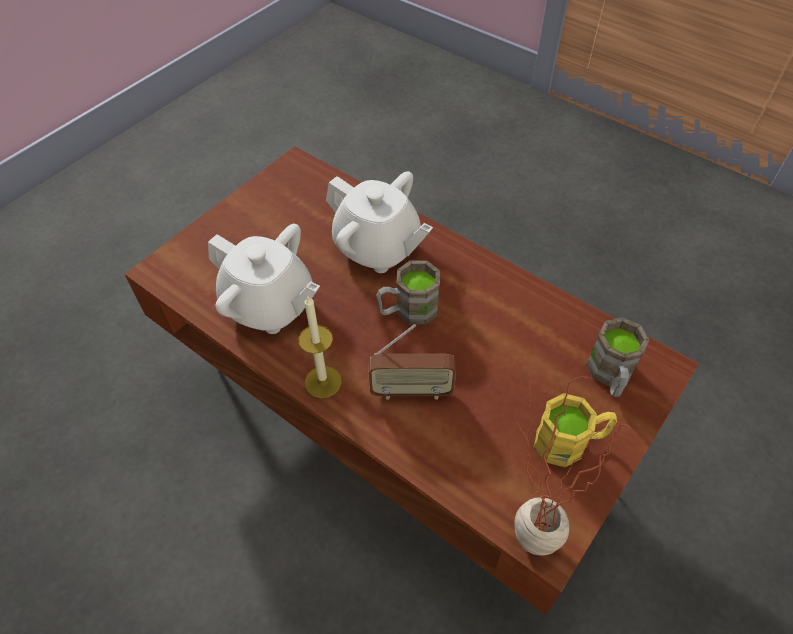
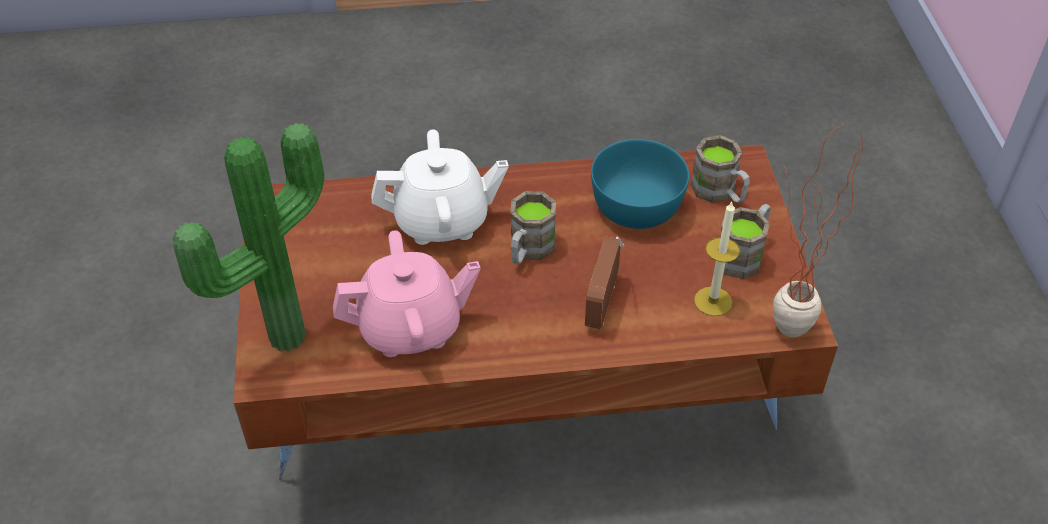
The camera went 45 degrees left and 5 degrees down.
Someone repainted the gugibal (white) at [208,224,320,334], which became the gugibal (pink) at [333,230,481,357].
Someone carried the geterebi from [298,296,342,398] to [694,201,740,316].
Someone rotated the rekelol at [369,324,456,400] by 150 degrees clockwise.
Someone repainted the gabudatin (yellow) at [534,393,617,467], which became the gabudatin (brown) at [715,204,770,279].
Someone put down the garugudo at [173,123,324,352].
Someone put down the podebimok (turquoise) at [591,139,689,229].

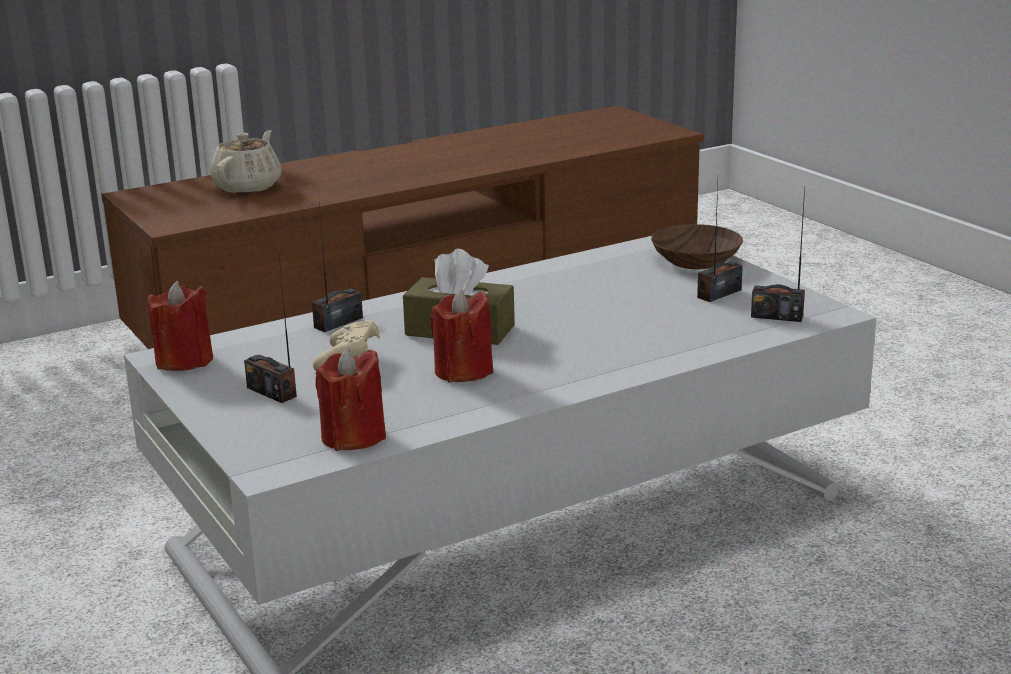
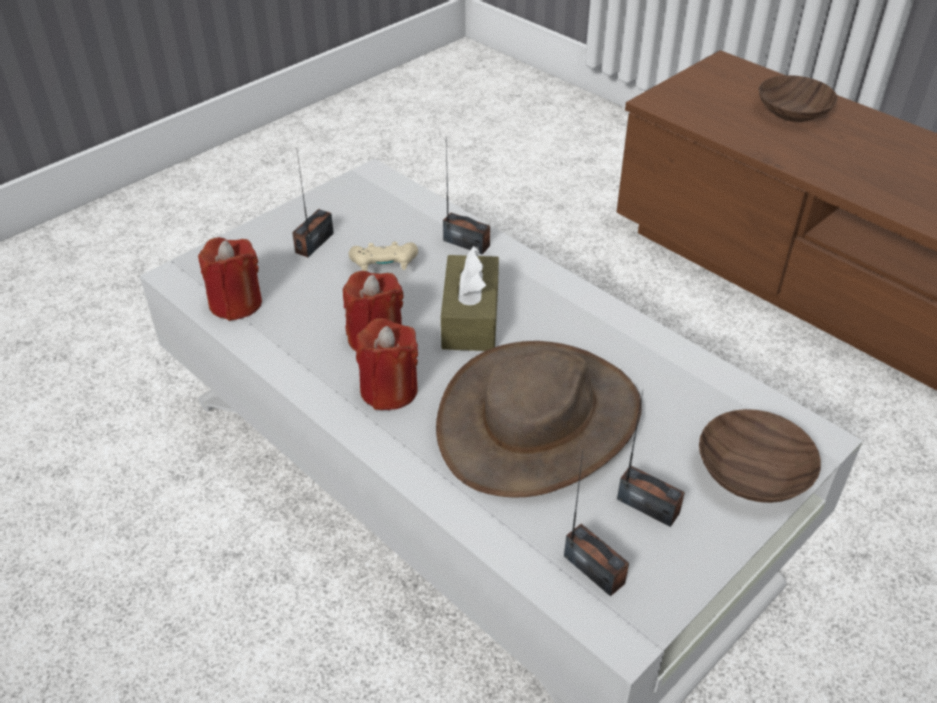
The camera went 75 degrees right and 20 degrees up.
Someone swapped the gugibal (beige) at [210,130,282,193] for the podebimok (brown) at [759,75,838,122].
Someone rotated the rekelol at [751,188,805,322] by 135 degrees clockwise.
Someone carried the geterebi (red) from [148,281,213,371] to [356,318,418,410].
Someone put down the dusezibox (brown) at [436,341,642,498].

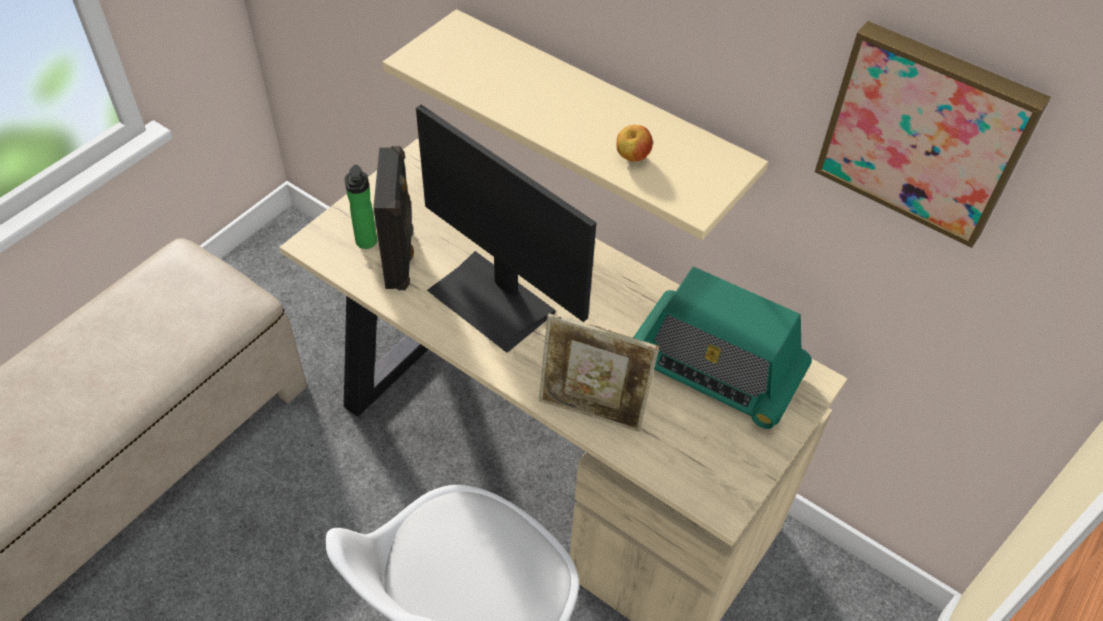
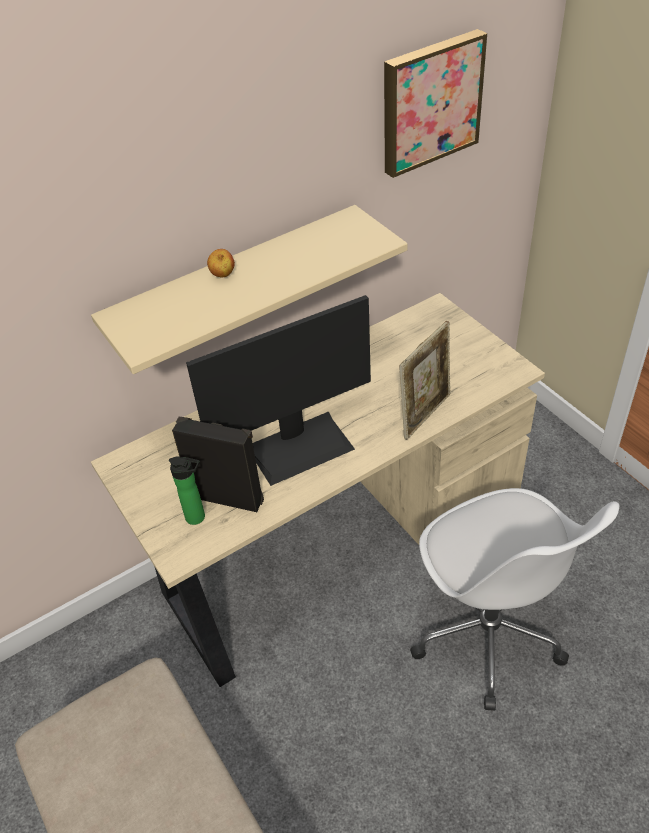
The camera went 65 degrees left and 5 degrees down.
Someone carried the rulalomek from [617,125,653,162] to [207,249,235,277].
Someone took away the rekelol at [633,267,812,429].

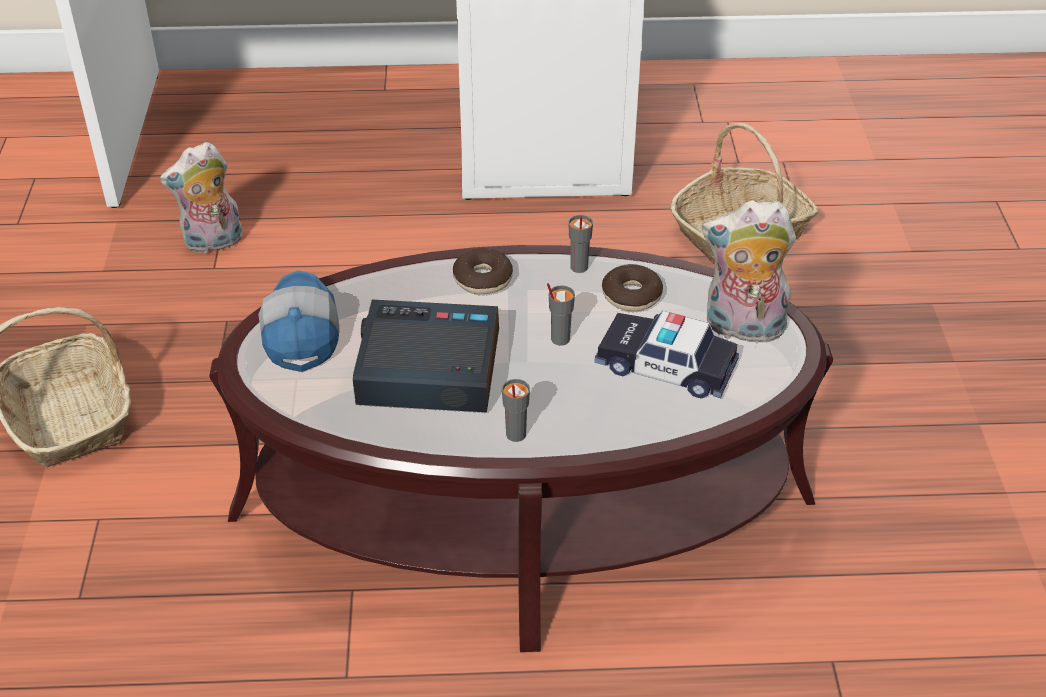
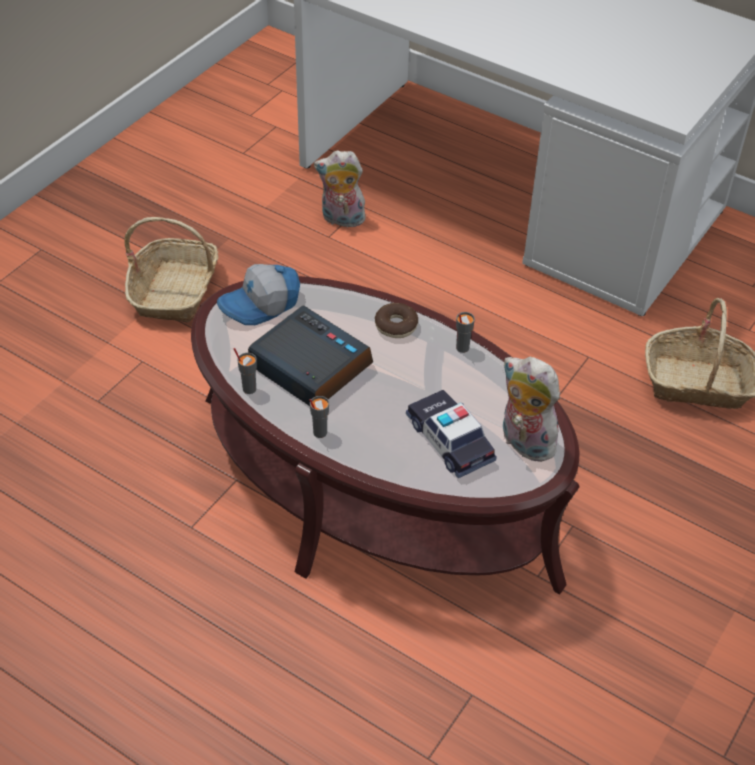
The camera went 35 degrees right and 5 degrees up.
Someone took away the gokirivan at [602,264,663,312].
Someone rotated the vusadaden at [258,270,339,372] by 150 degrees counterclockwise.
Someone carried the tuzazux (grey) from [547,283,575,346] to [234,348,257,394].

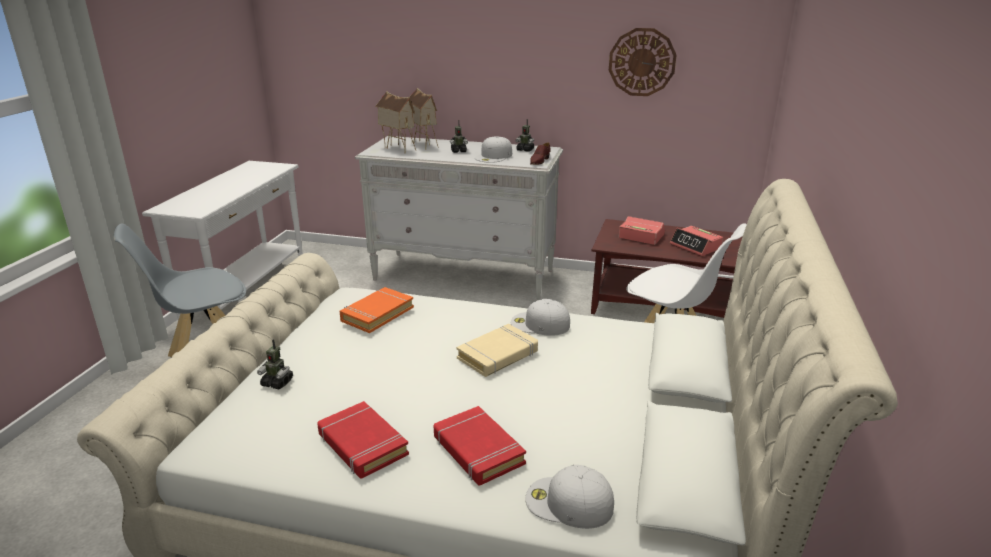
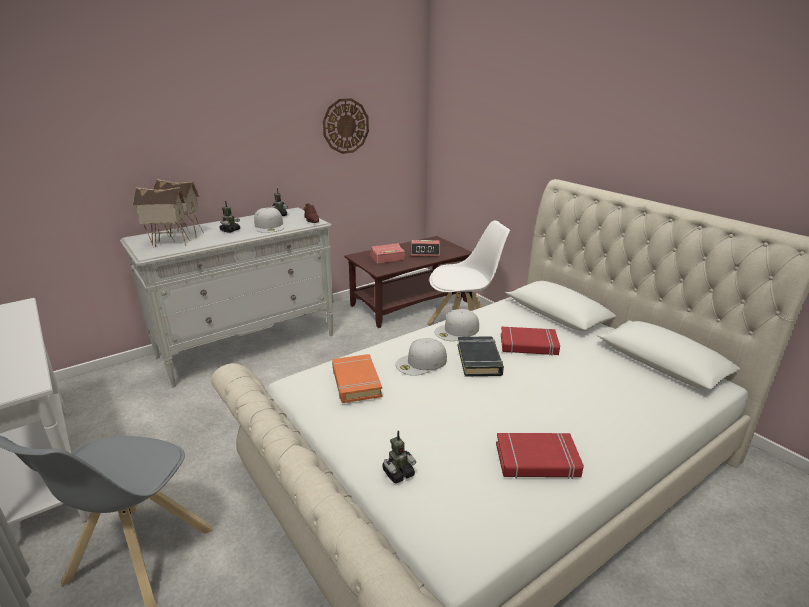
The camera went 50 degrees left and 0 degrees up.
Someone repainted the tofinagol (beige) at [456,324,538,377], which became the tofinagol (black) at [458,336,504,377].
Someone carried the tofinagol (red) from [434,406,526,486] to [501,327,560,356].
Someone carried the vusadaden (white) from [525,465,614,529] to [395,338,447,376].

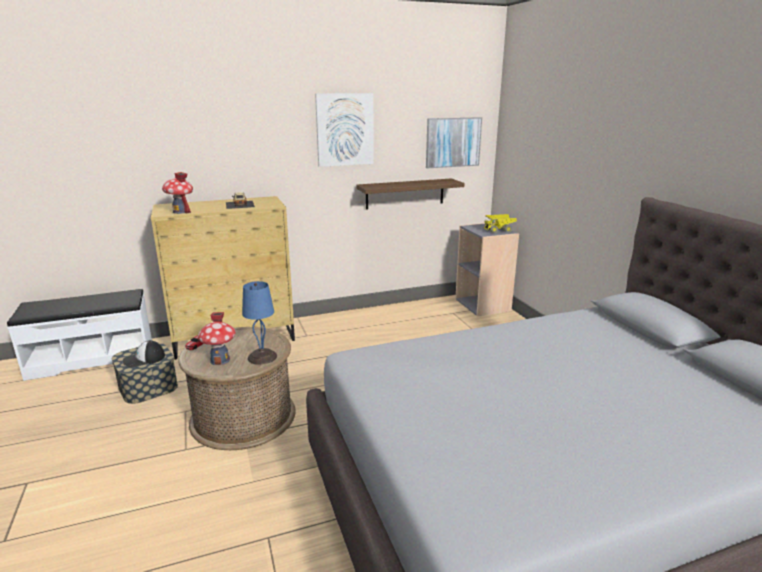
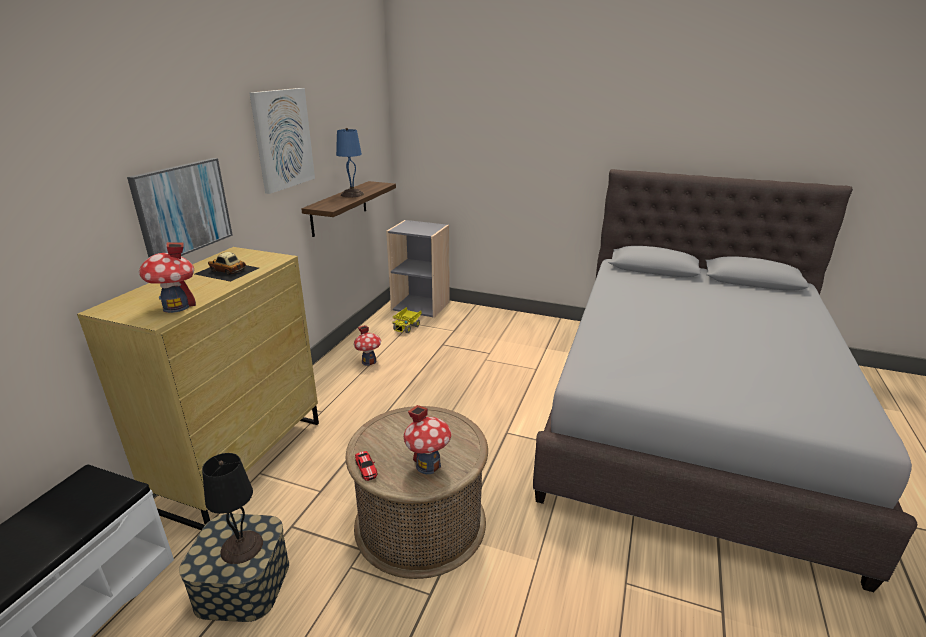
The camera went 50 degrees left and 5 degrees up.
Someone carried the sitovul from [426,117,482,168] to [127,158,233,257].
Someone carried the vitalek from [483,214,517,233] to [392,307,422,333].
Someone carried the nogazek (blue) from [242,281,277,365] to [336,128,364,197].
Someone swapped the vusadaden at [123,340,165,368] for the nogazek (black) at [202,453,263,564].
Someone put down the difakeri at [354,325,381,366].

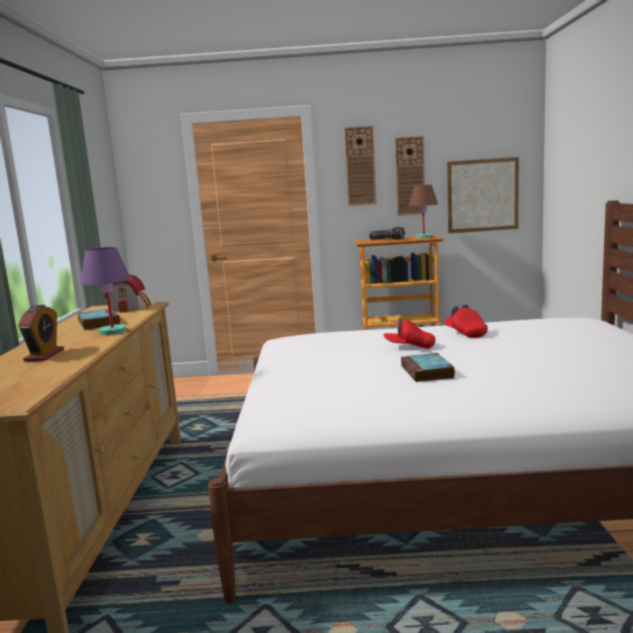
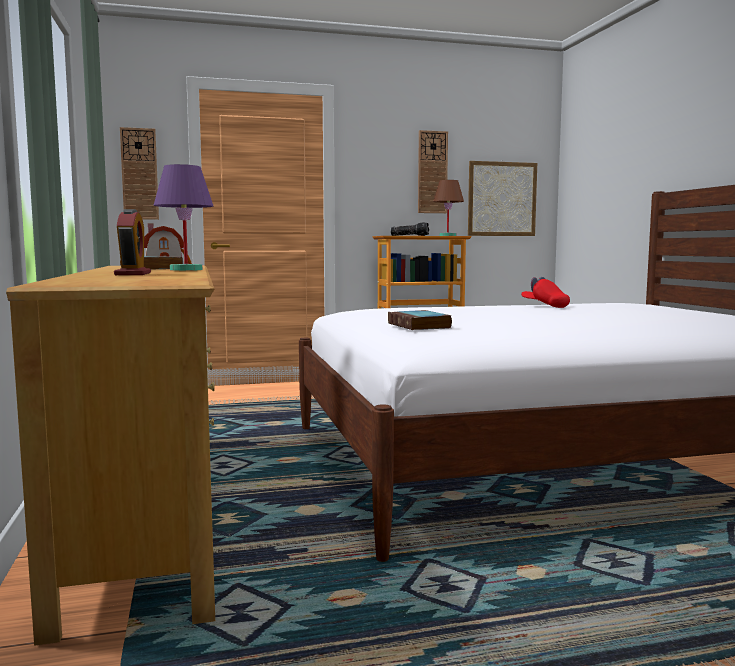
The camera went 15 degrees left and 5 degrees down.
Someone carried the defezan from [344,126,377,206] to [120,127,159,220].
Someone took away the vusadaden (red) at [384,317,435,349].
Someone carried the tofinagol from [401,353,455,382] to [388,310,452,330].

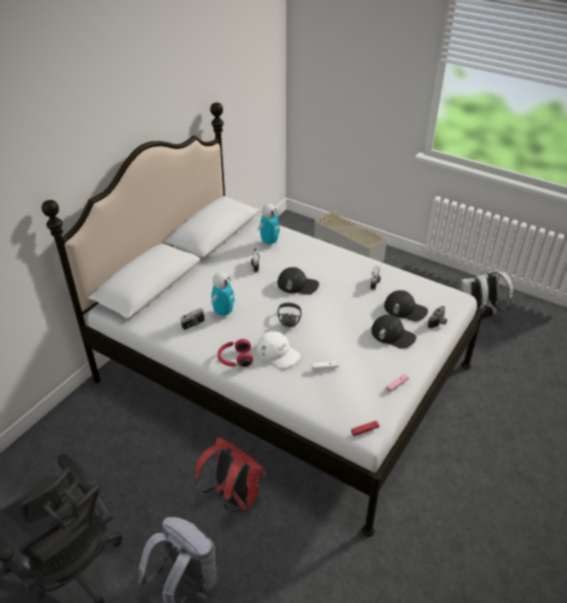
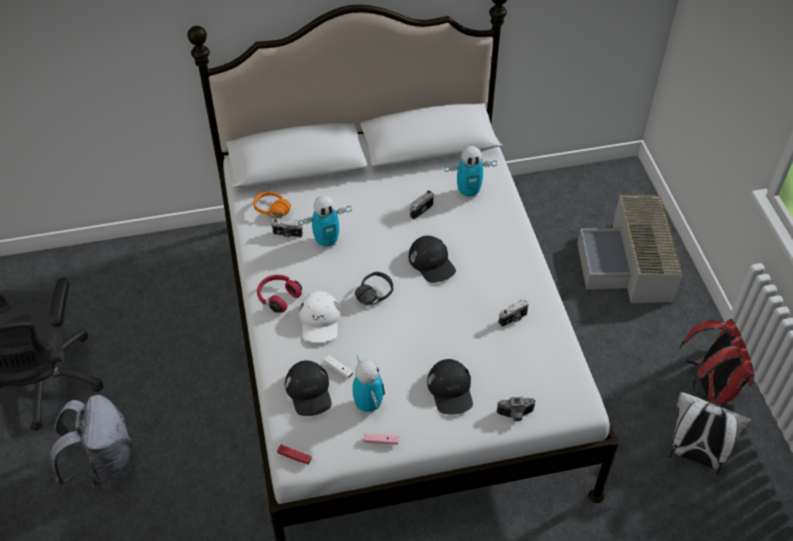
The camera went 45 degrees right and 10 degrees up.
Someone carried the vusadaden (black) from [384,290,428,322] to [285,360,332,416].
Someone carried the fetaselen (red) from [195,437,266,513] to [680,319,755,403].
Someone put down the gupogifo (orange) at [253,191,291,218].
Someone put down the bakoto at [352,356,385,414].

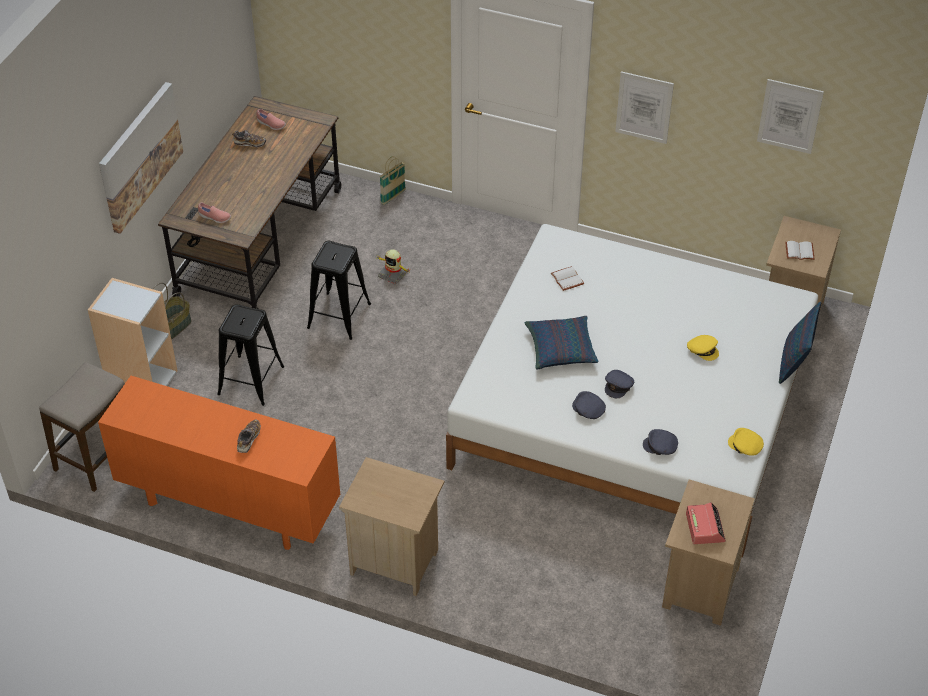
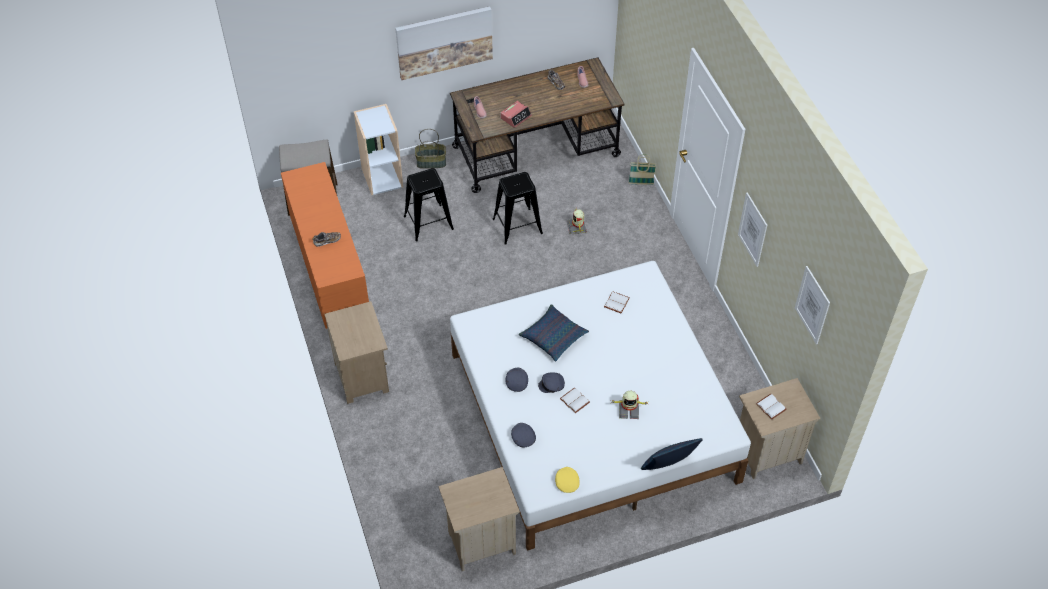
The camera went 50 degrees right and 5 degrees up.
Someone swapped the vusadaden (yellow) at [687,335,719,361] for the bakoto at [610,391,649,419].
Someone carried the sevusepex from [686,502,726,544] to [501,101,532,128].
Someone put down the tofinagol (white) at [560,387,590,413].

